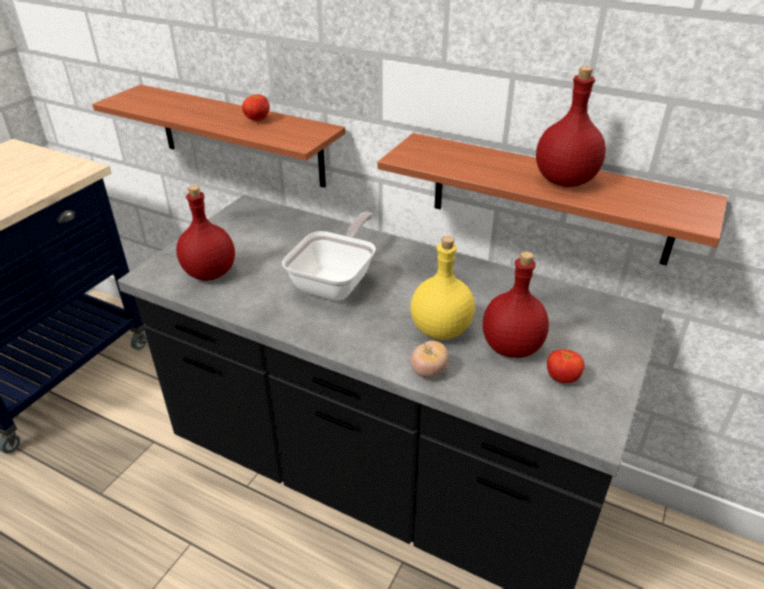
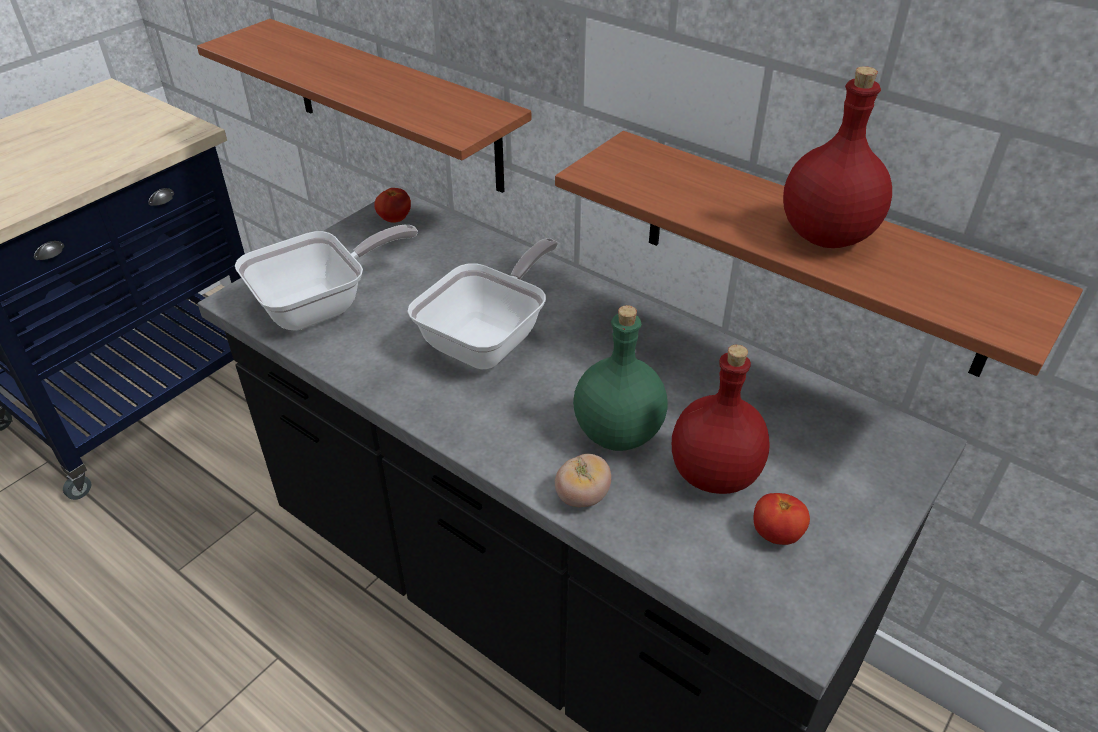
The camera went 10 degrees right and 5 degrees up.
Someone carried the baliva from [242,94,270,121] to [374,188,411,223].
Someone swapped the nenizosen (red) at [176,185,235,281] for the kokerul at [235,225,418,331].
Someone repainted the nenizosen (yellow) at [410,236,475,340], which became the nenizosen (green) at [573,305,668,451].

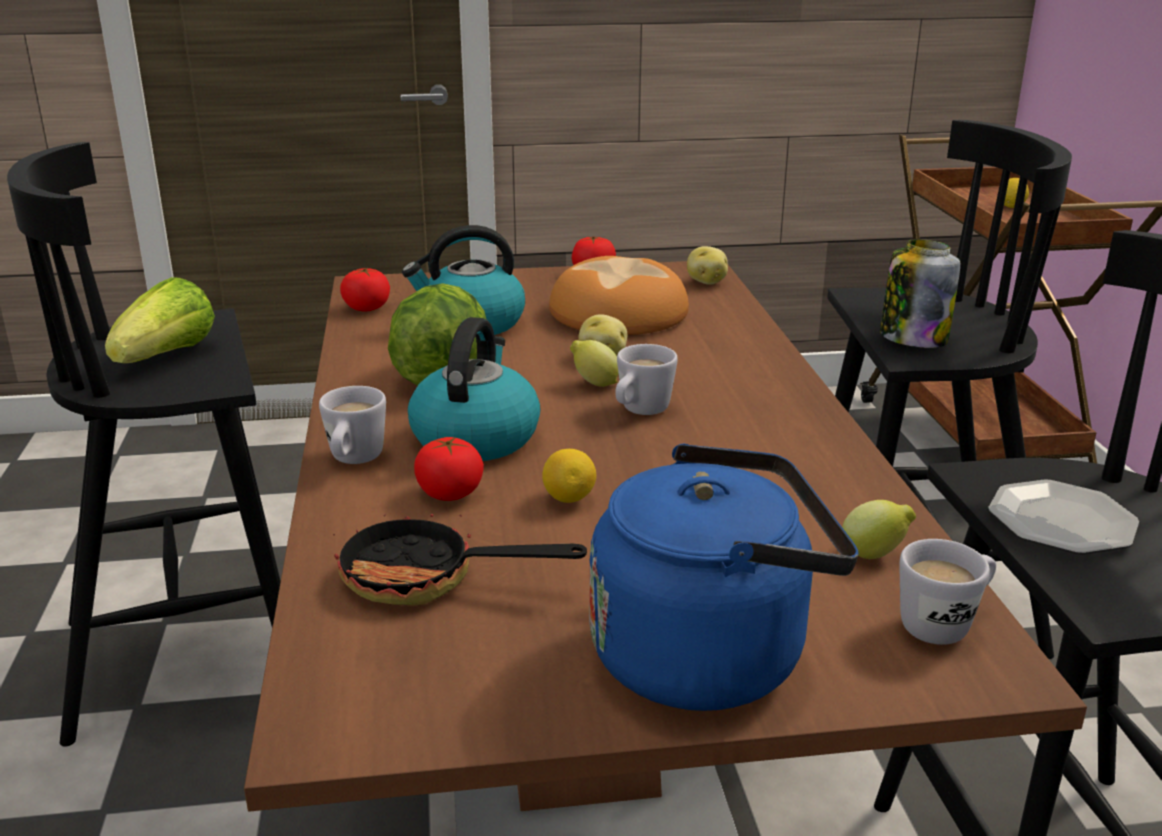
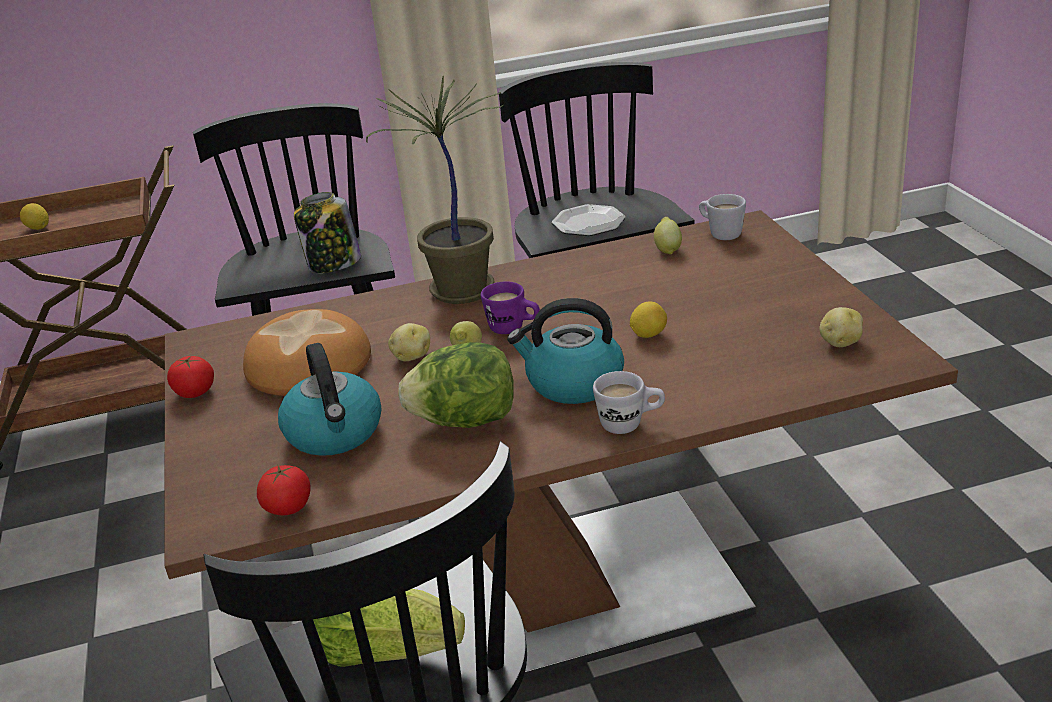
The camera went 95 degrees left and 5 degrees up.
Someone carried the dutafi from [687,246,728,285] to [819,307,863,347].
Someone repainted the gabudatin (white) at [615,344,678,415], which became the gabudatin (purple) at [481,281,540,334].
Someone took away the baliva at [414,437,484,501].
Someone took away the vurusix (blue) at [589,444,859,711].
Someone took away the kokerul at [333,497,587,605].
Someone put down the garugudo at [366,76,503,304].

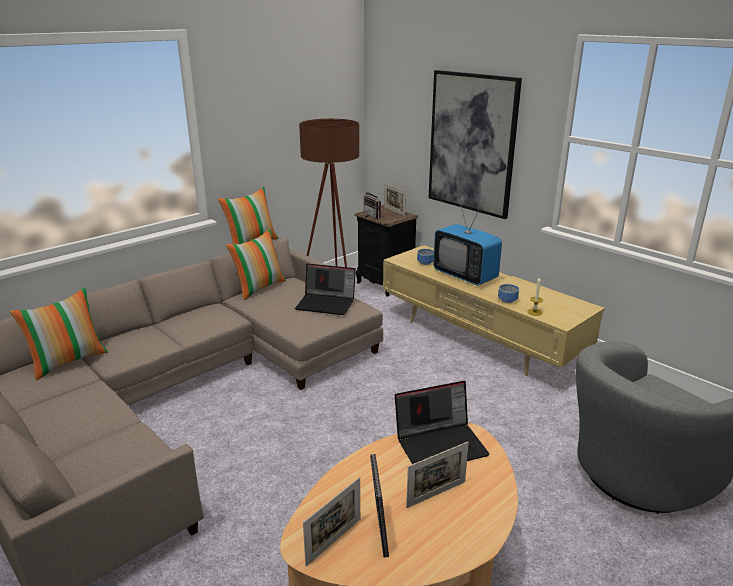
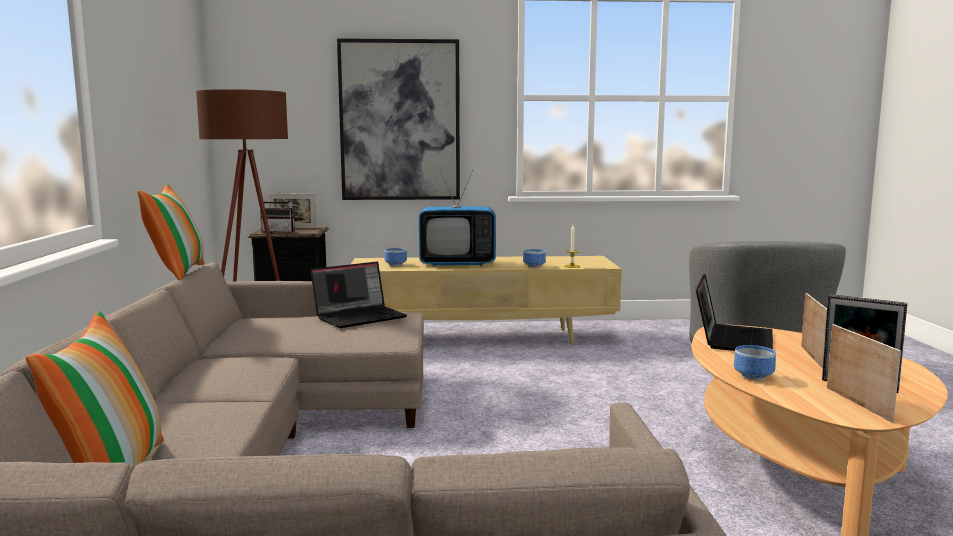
The camera went 50 degrees left and 15 degrees down.
Someone took away the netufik at [226,229,286,300].
Someone put down the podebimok at [734,345,776,380].

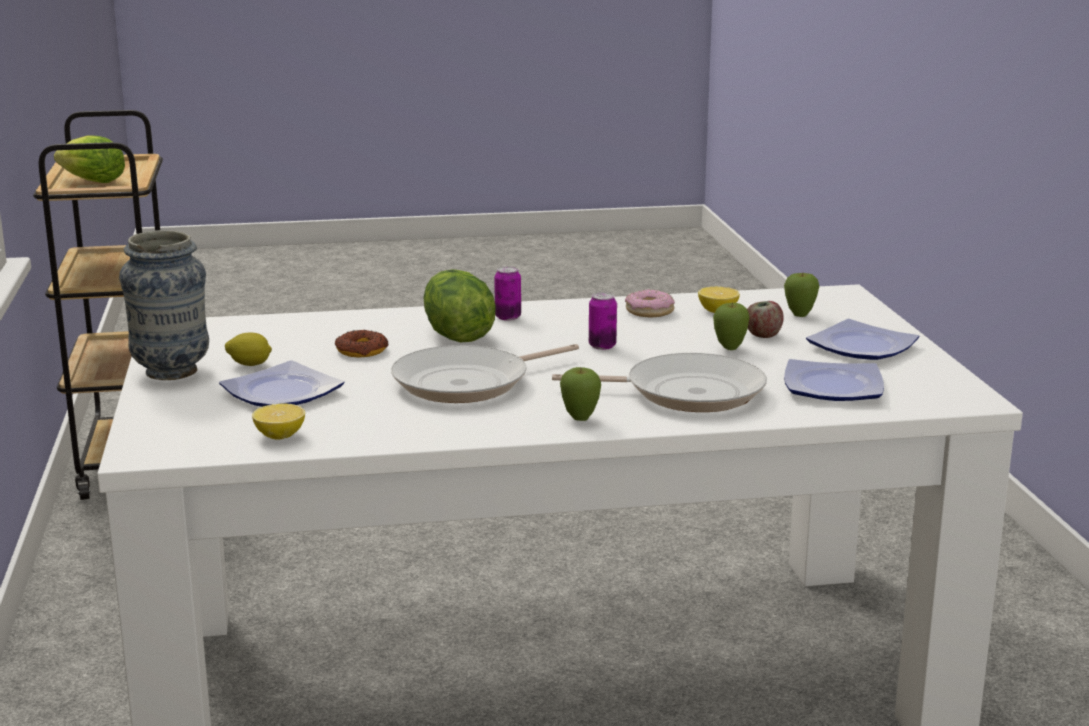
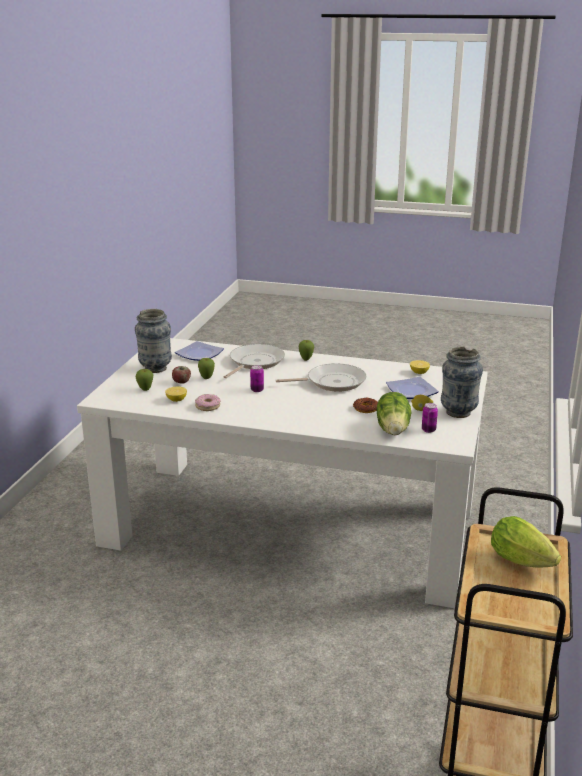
The camera went 155 degrees left and 5 degrees up.
Someone carried the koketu from [494,266,521,321] to [422,403,438,433].
Someone carried the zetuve from [423,269,496,342] to [377,392,411,435].
Someone swapped the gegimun at [806,319,919,360] for the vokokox at [135,309,172,373].
Someone rotated the kokerul at [552,353,767,412] by 90 degrees clockwise.

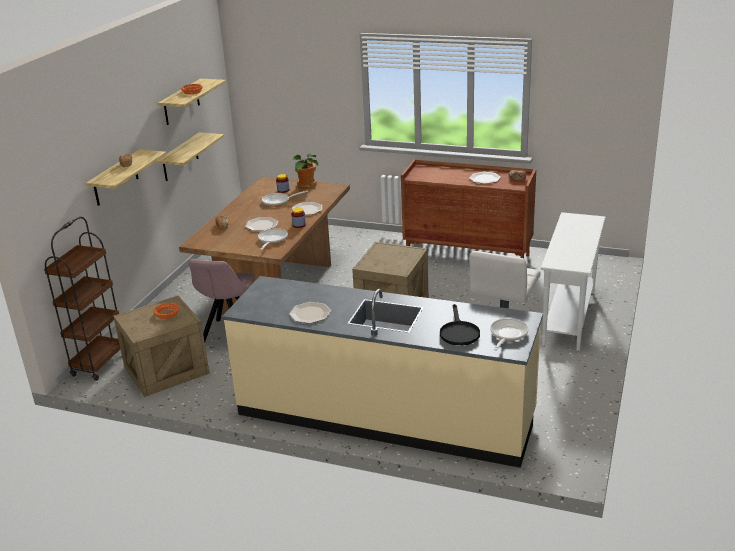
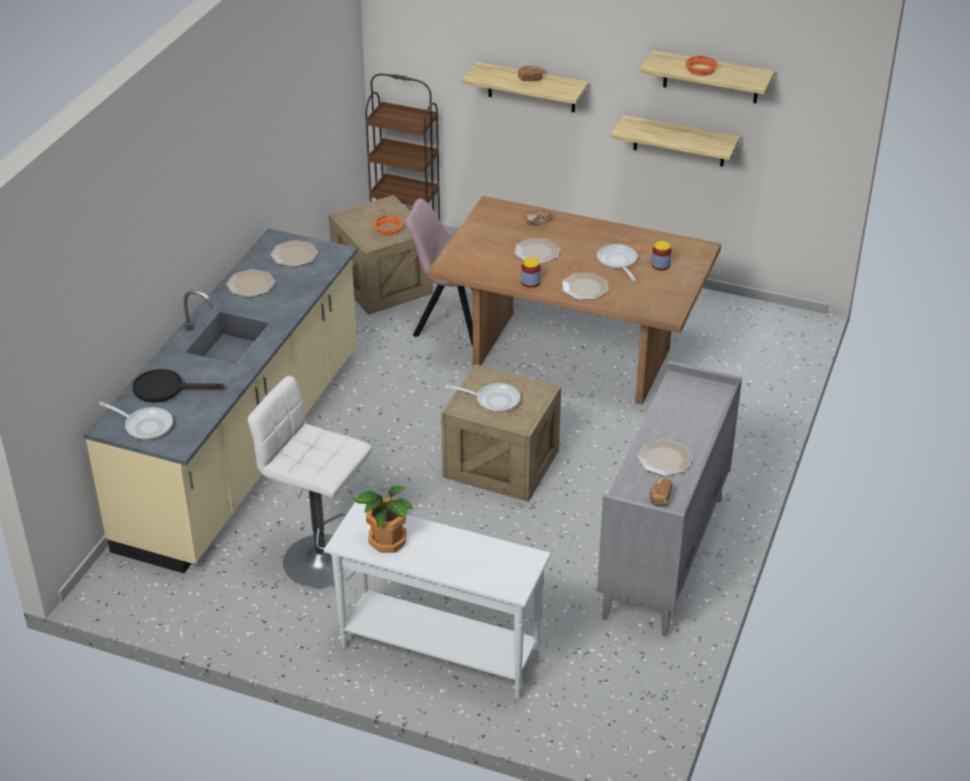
The camera went 90 degrees right and 10 degrees up.
Someone carried the garugudo from [292,154,318,189] to [354,485,413,553].
Someone repainted the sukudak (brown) at [401,159,536,259], which became the sukudak (grey) at [597,361,742,636].
Someone carried the kokerul from [258,228,288,250] to [446,383,520,412].
Someone put down the gegimun at [270,240,318,267].

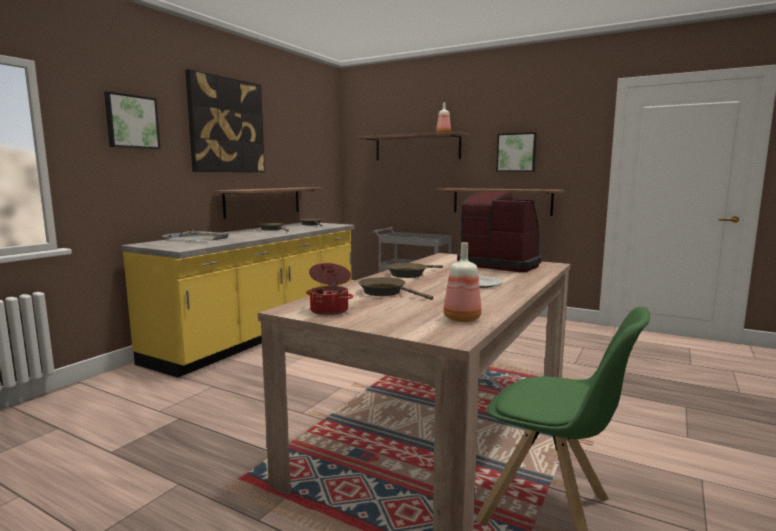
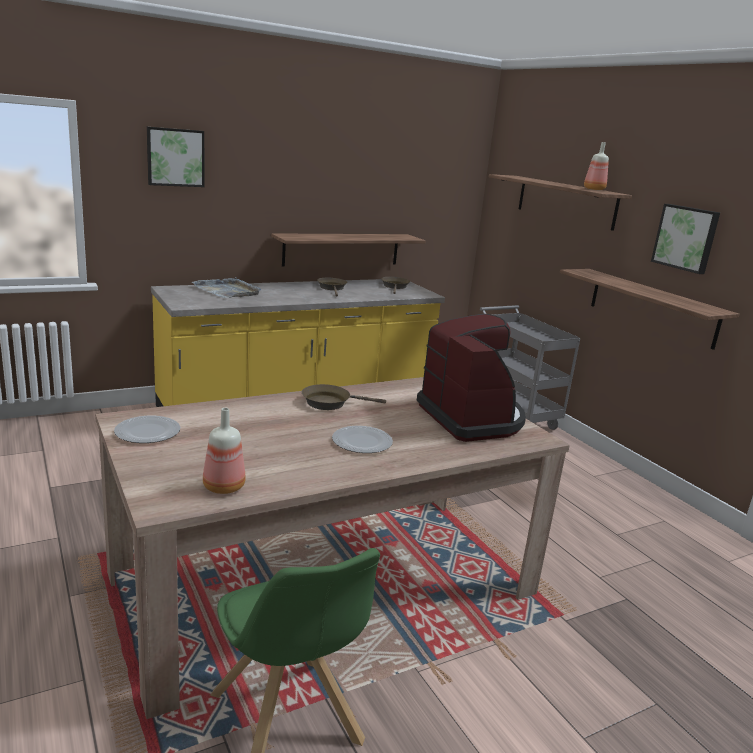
The camera went 30 degrees right and 10 degrees up.
Someone took away the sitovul at [185,69,265,172].
Someone swapped the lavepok at [306,263,354,315] for the gegimun at [114,416,180,443].
Someone took away the kokerul (brown) at [358,277,433,300].

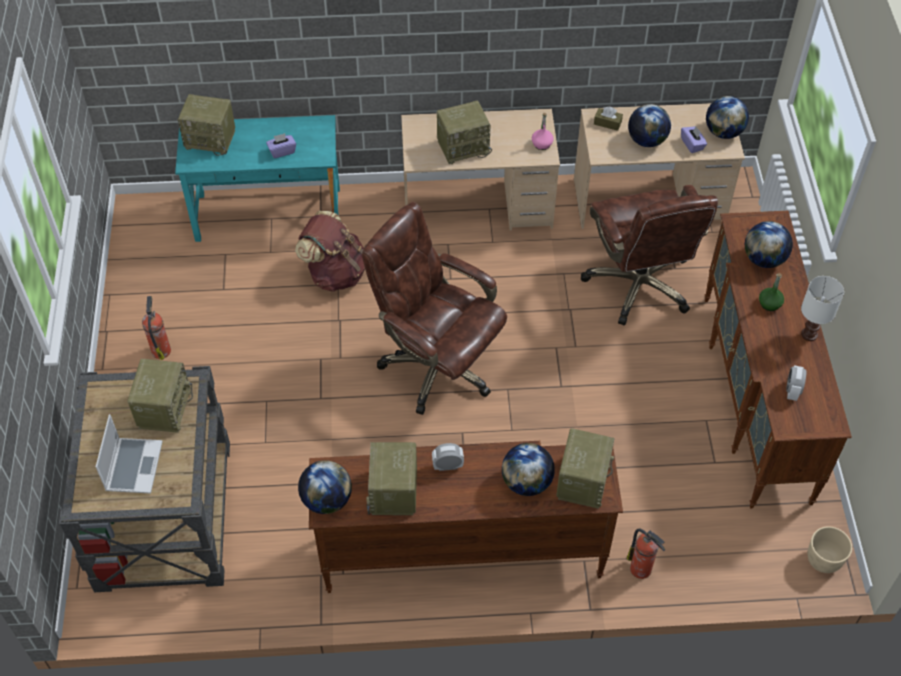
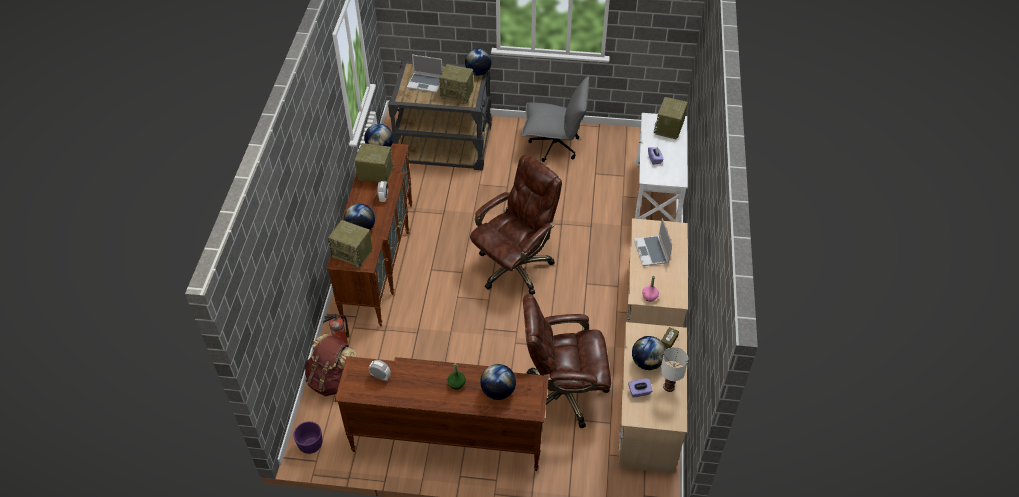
The camera went 100 degrees right and 5 degrees down.
Someone carried the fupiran from [706,96,749,139] to [465,49,491,76].
Someone swapped the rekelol at [437,101,492,164] for the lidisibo at [634,218,672,266].
Someone repainted the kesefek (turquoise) at [175,115,340,242], which became the kesefek (white) at [635,113,688,222].
Someone carried the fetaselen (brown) from [295,211,365,292] to [305,333,356,397].
Someone carried the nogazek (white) from [801,276,844,341] to [660,347,688,392].
Someone swapped the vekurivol at [142,296,171,360] for the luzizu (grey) at [522,76,589,162].
Someone repainted the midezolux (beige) at [808,526,852,573], which became the midezolux (purple) at [293,421,323,454].

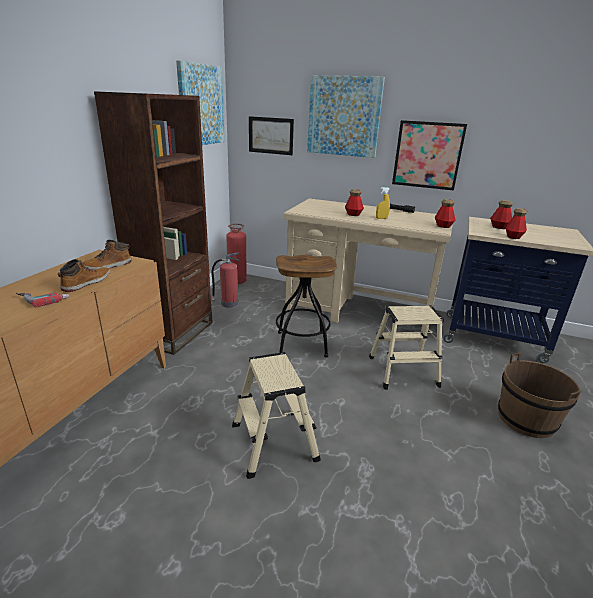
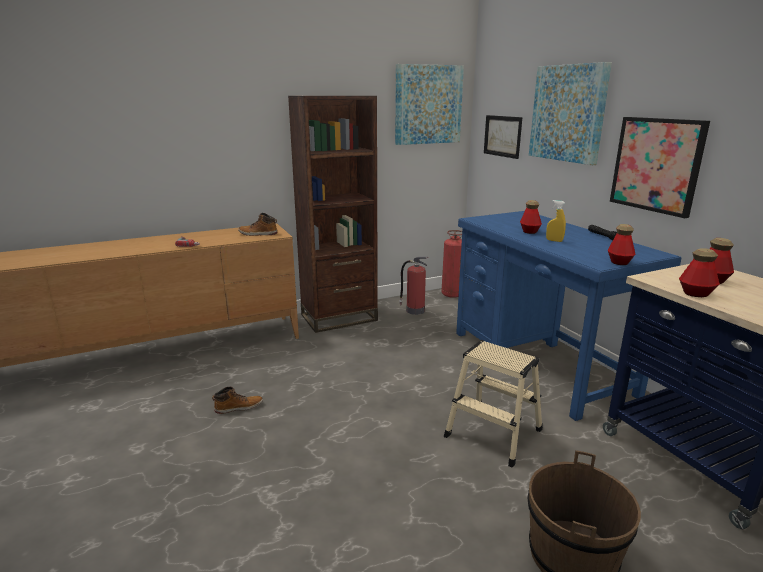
The camera went 45 degrees right and 5 degrees down.
Someone repainted the kesefek (beige) at [284,199,453,342], which became the kesefek (blue) at [456,211,681,421].
Someone took away the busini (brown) at [276,255,337,357].
Someone carried the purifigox from [58,259,110,292] to [212,387,263,414].
Someone took away the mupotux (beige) at [232,352,321,479].

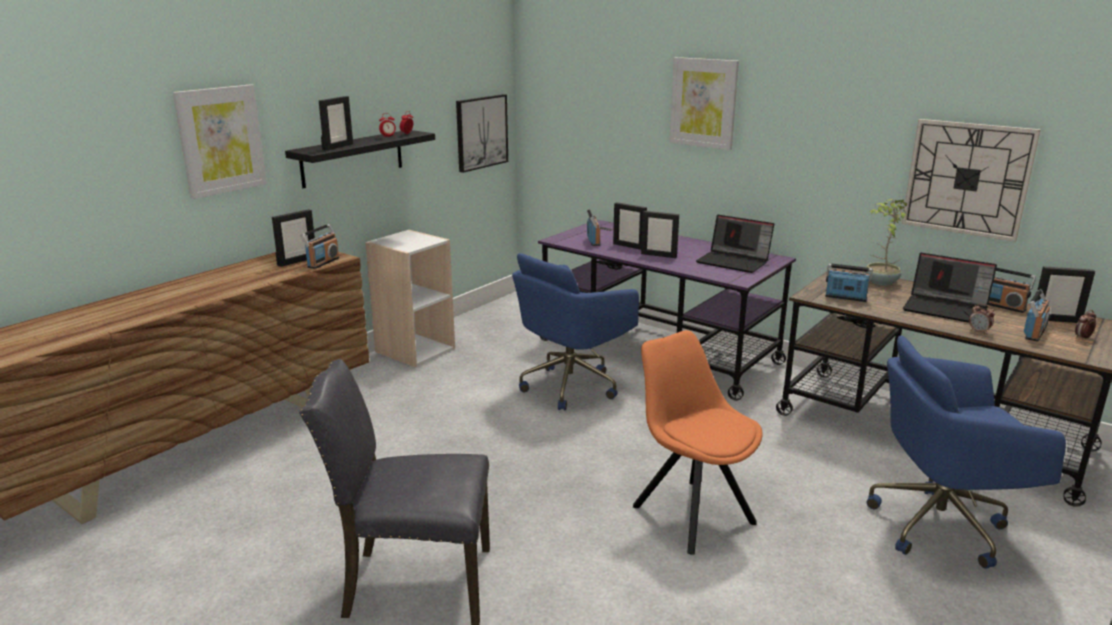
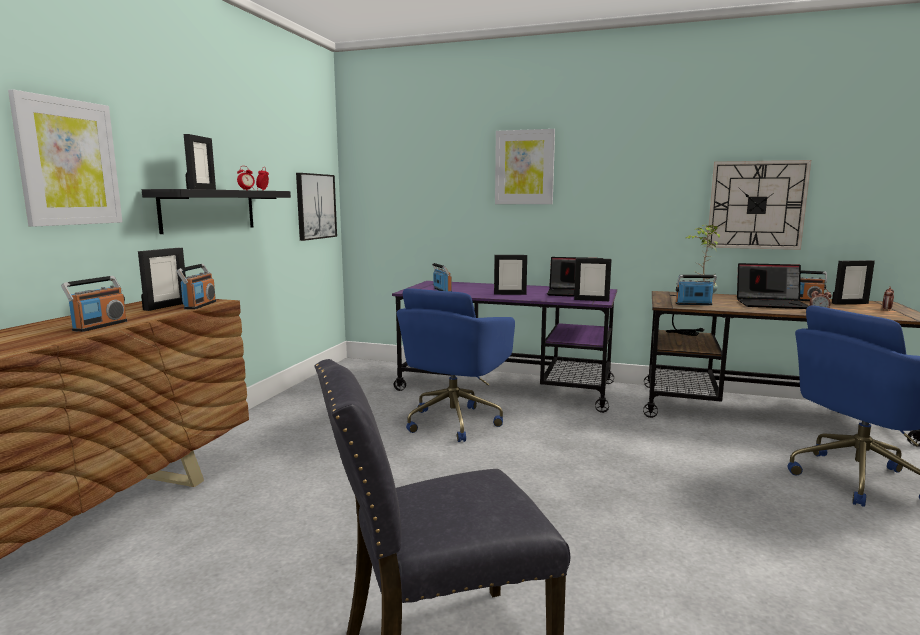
The camera went 20 degrees left and 10 degrees down.
Someone carried the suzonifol from [613,202,647,250] to [574,258,612,301].
Someone took away the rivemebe at [365,230,455,367].
Someone carried the rekelol from [1024,289,1050,342] to [61,276,127,332].
Someone took away the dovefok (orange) at [633,330,763,555].

